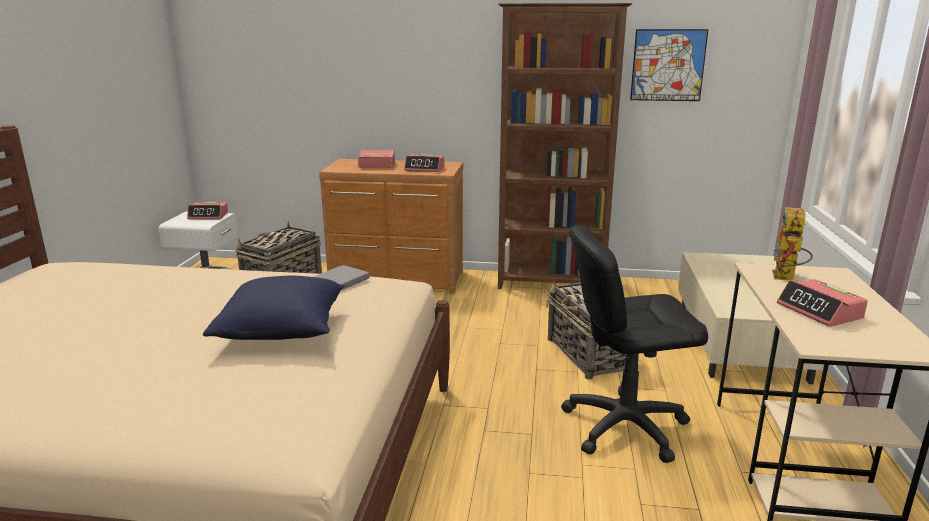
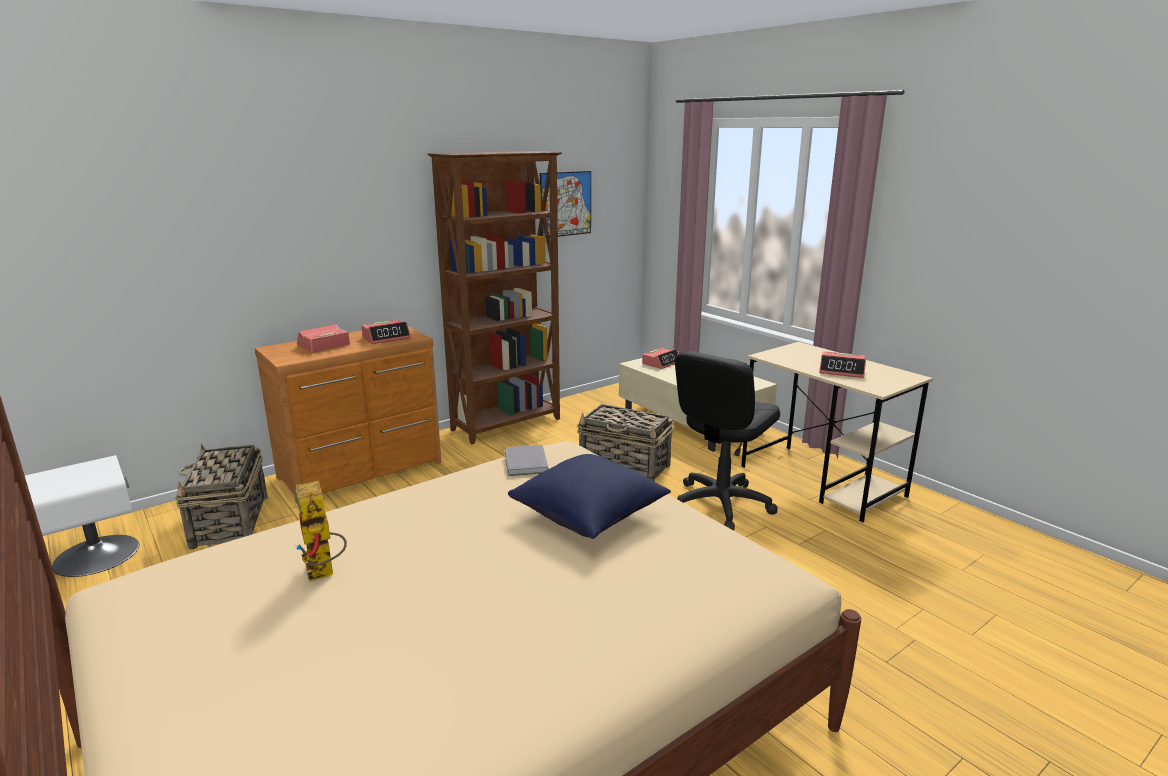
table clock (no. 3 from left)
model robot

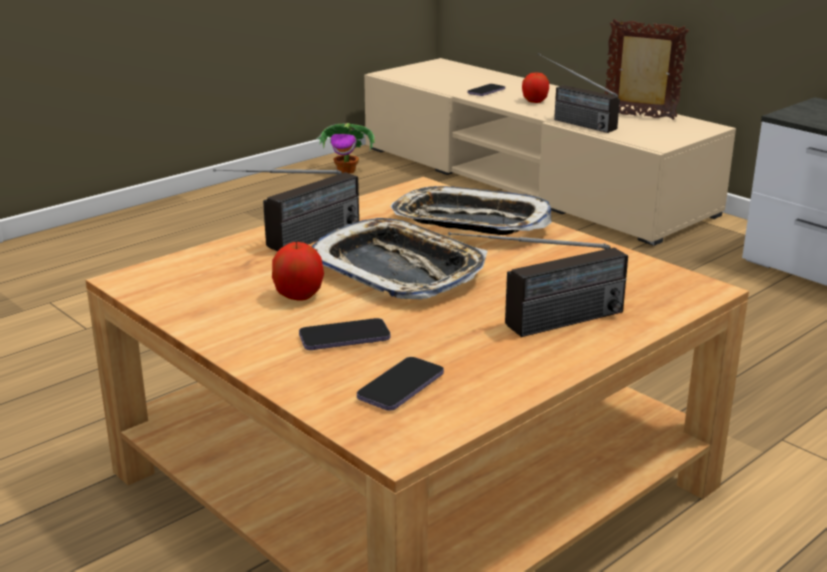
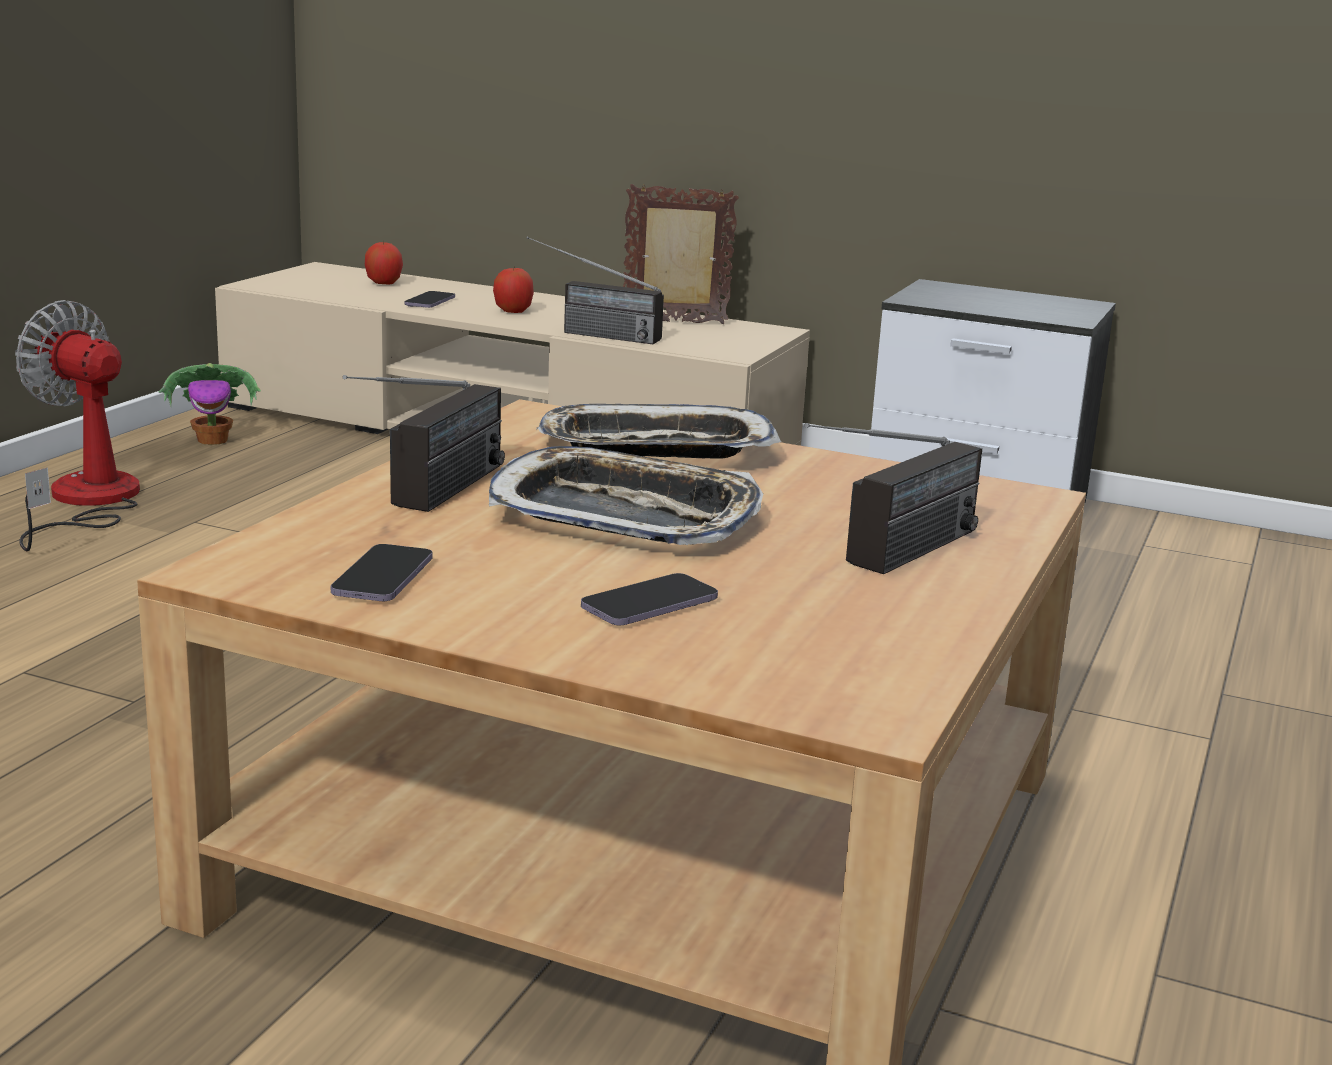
whole apple (no. 1 from left)
telephone (no. 1 from left)
electric fan

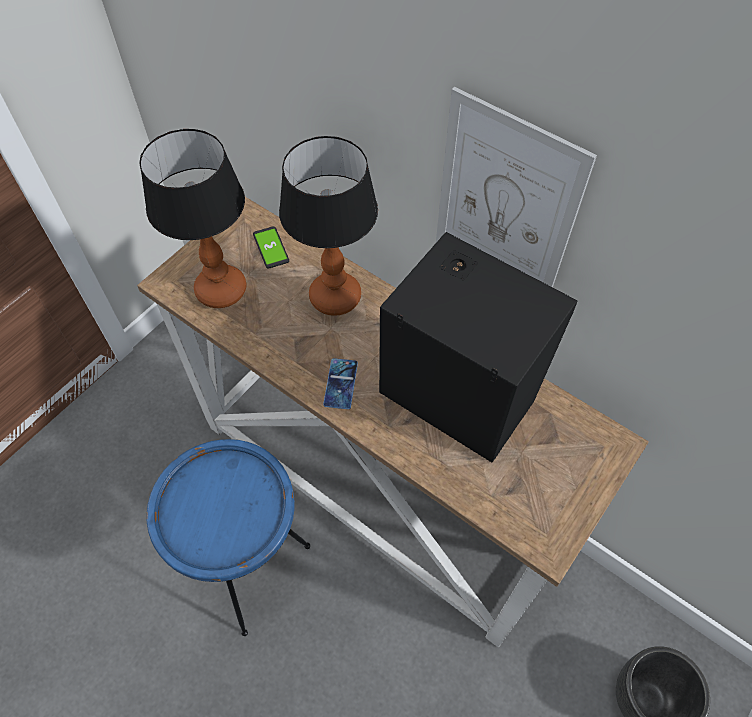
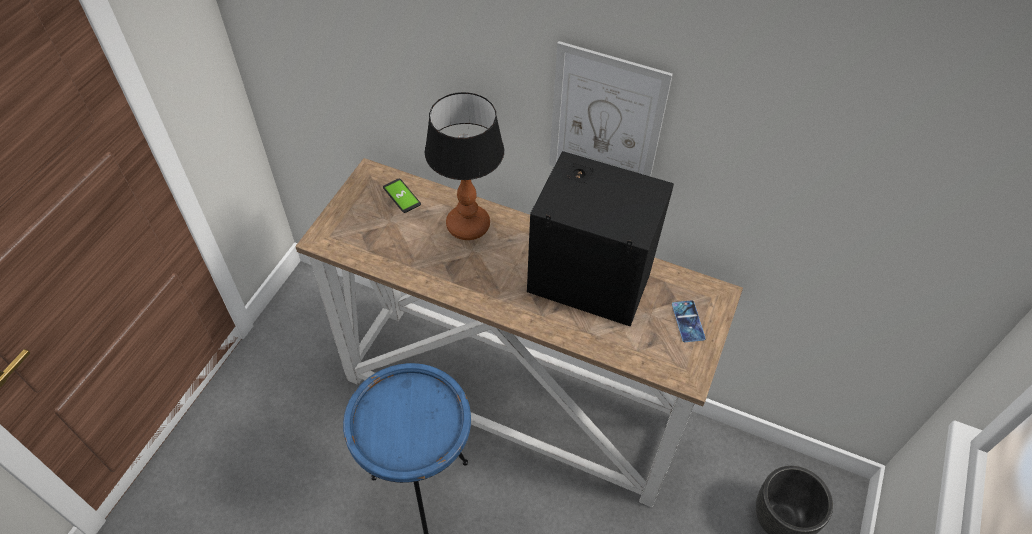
lamp for a table (no. 1 from left in the first image)
telephone (no. 2 from left)

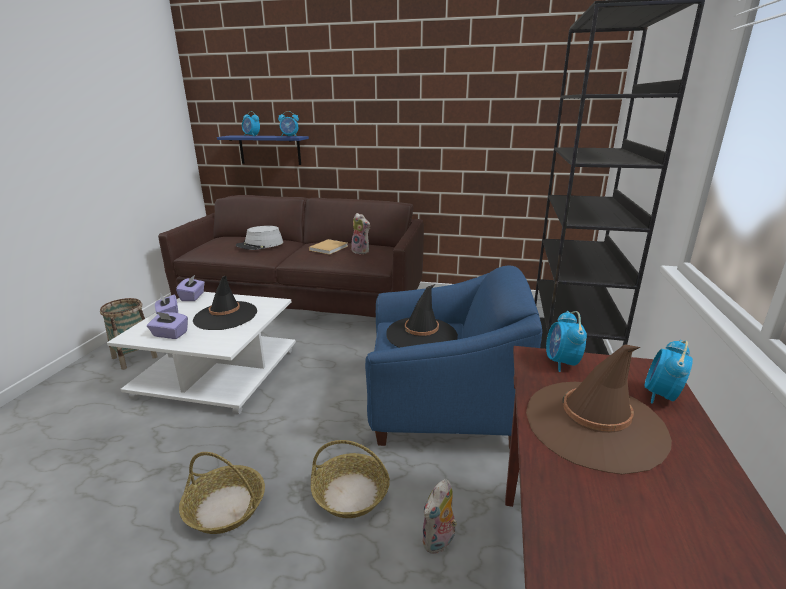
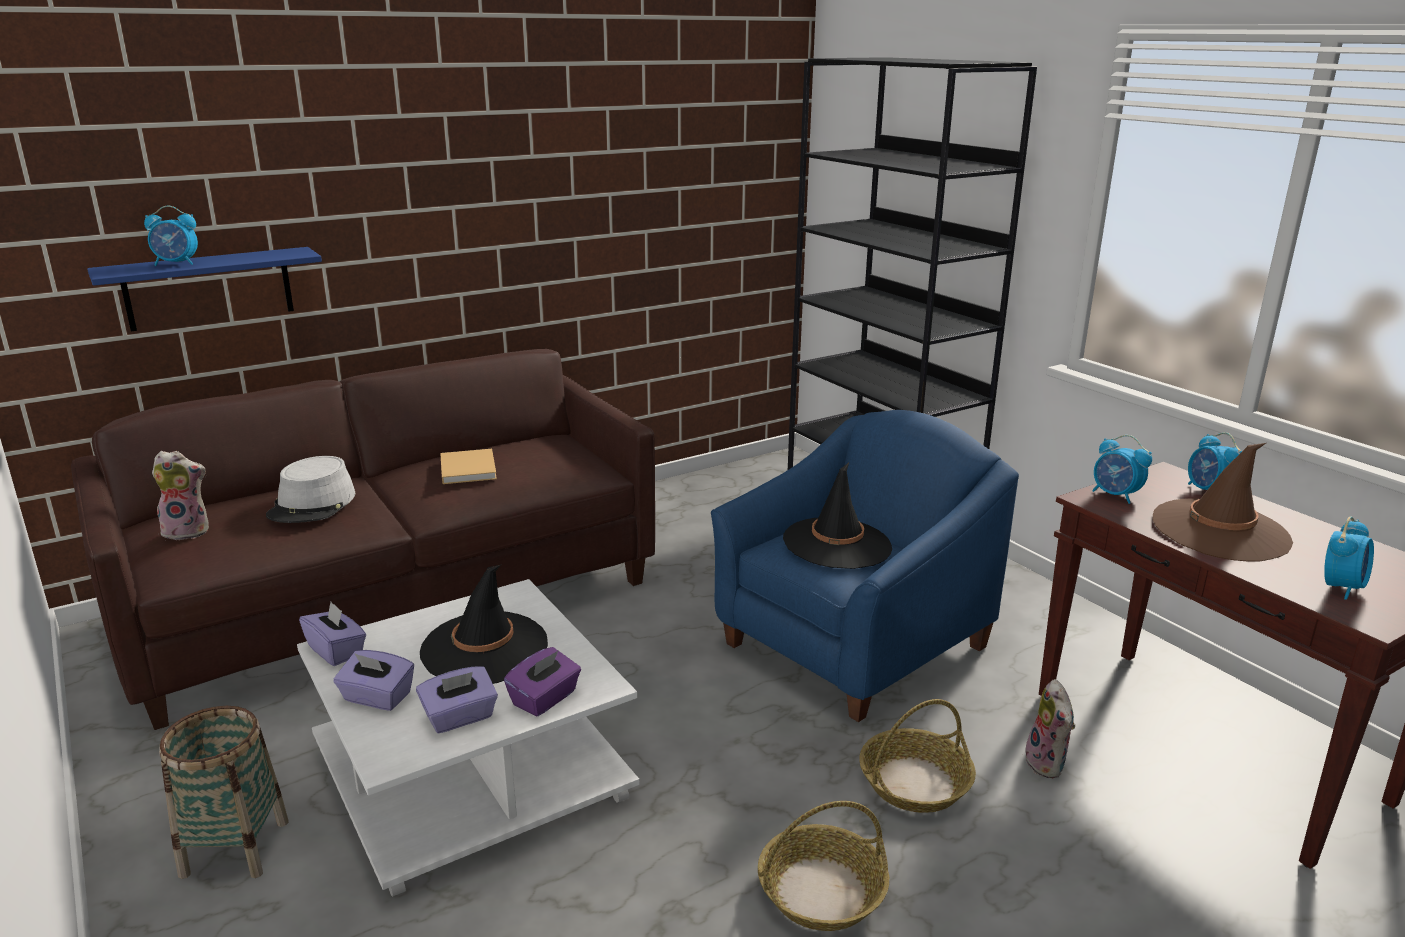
table clock (no. 4 from left)
cuddly toy (no. 1 from left)
purple-coloured tissue box (no. 4 from left)

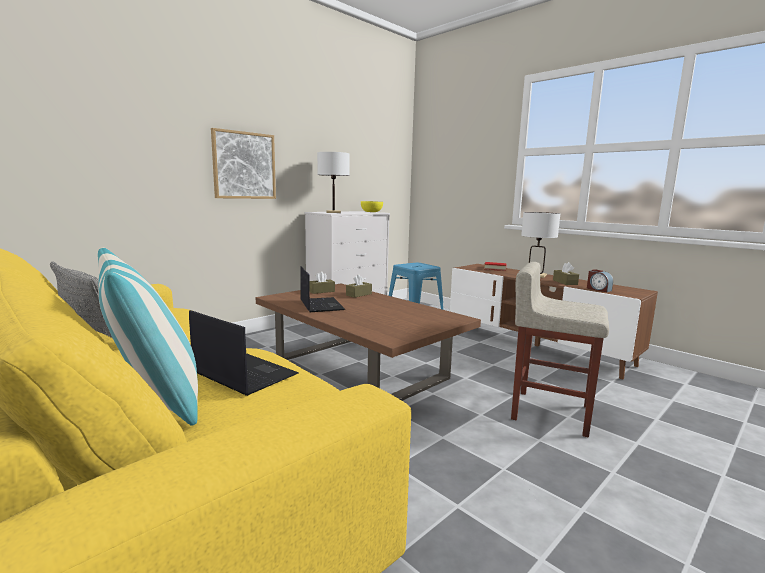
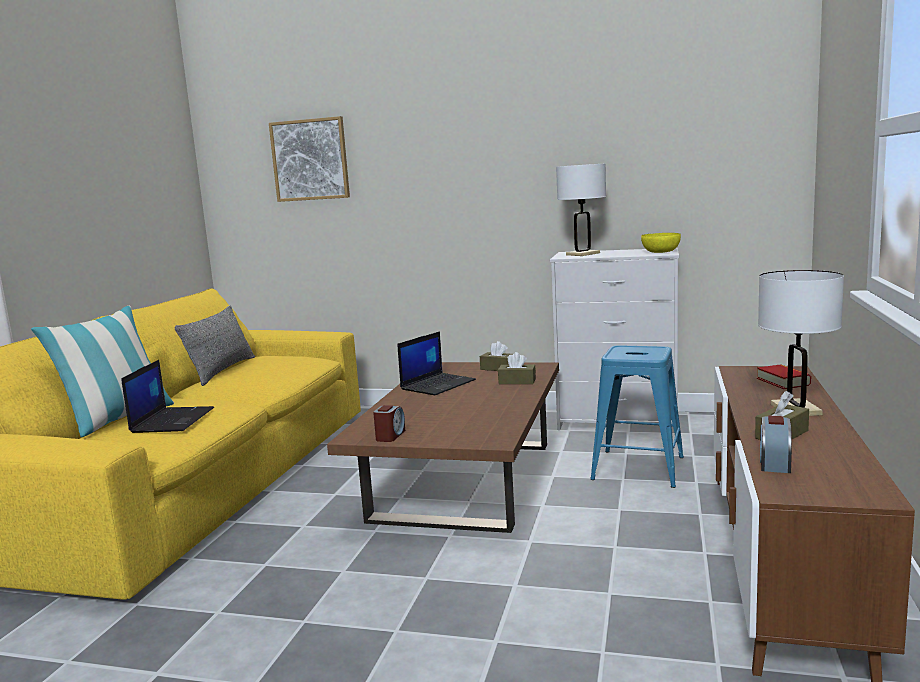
picture
beige stool seat
table clock (no. 1 from left)

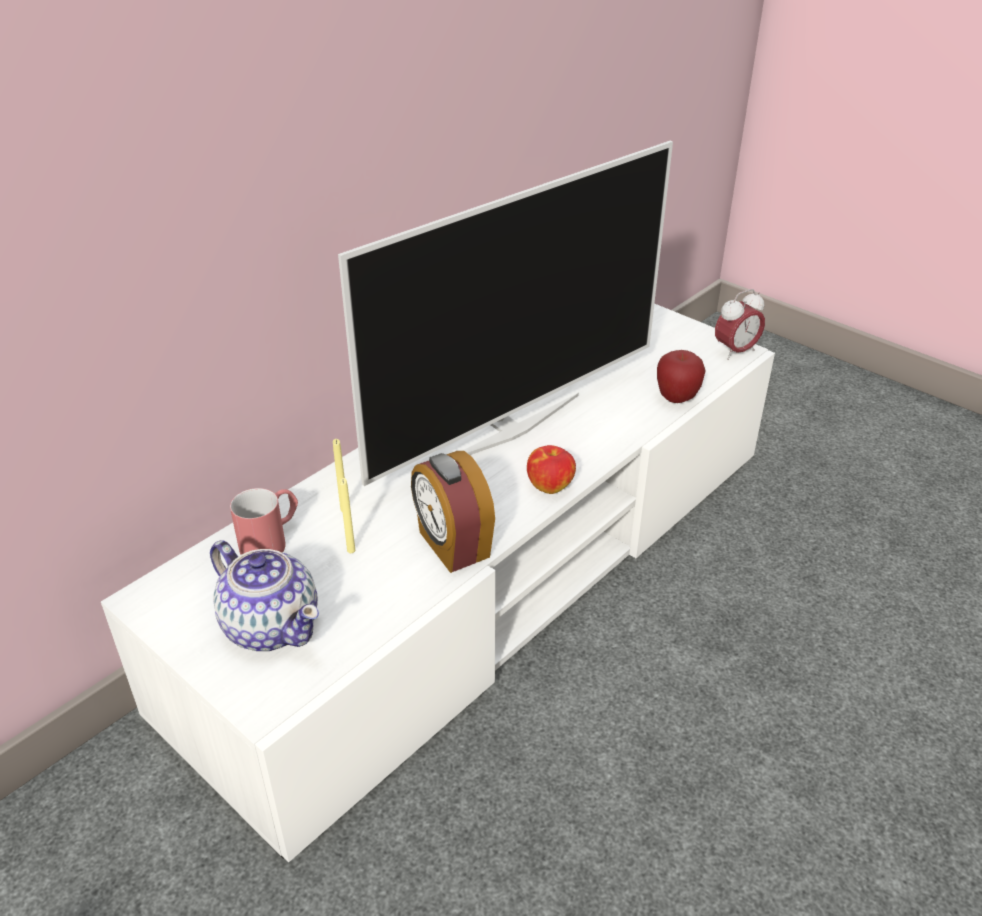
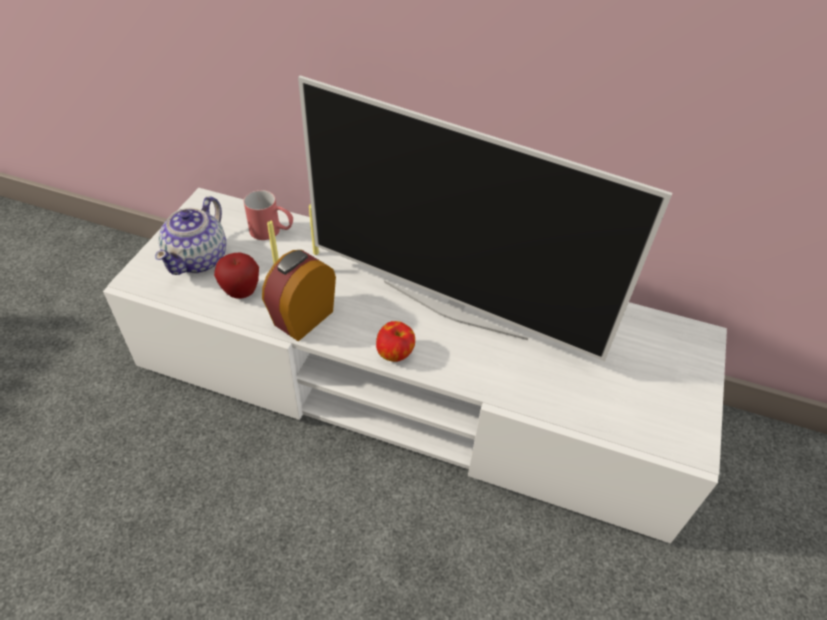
whole apple (no. 1 from left)
table clock (no. 2 from left in the first image)

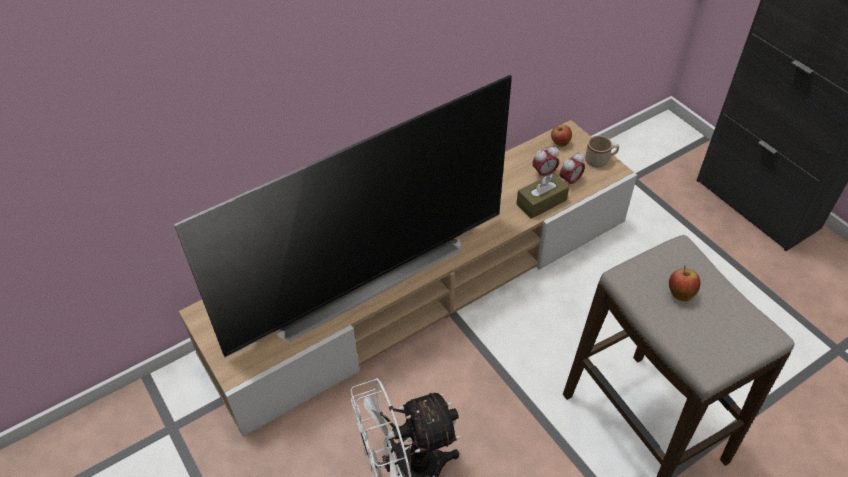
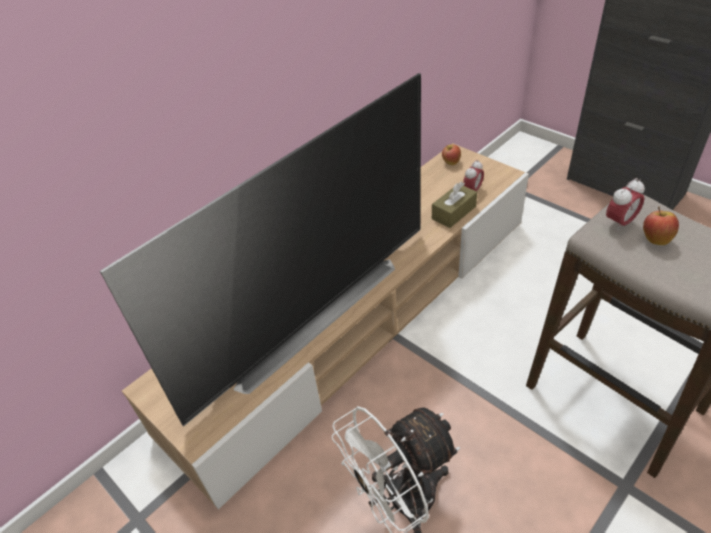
table clock (no. 2 from left)
beige tea mug

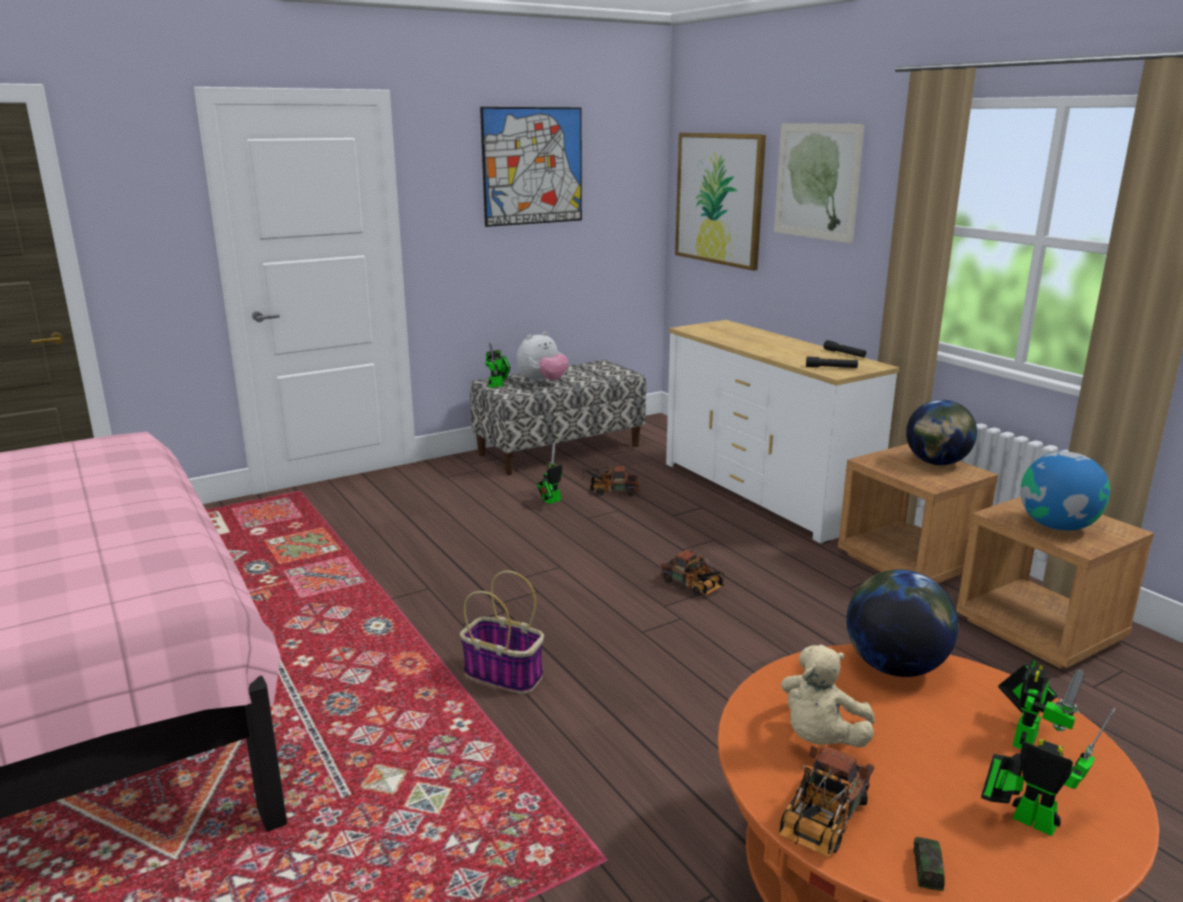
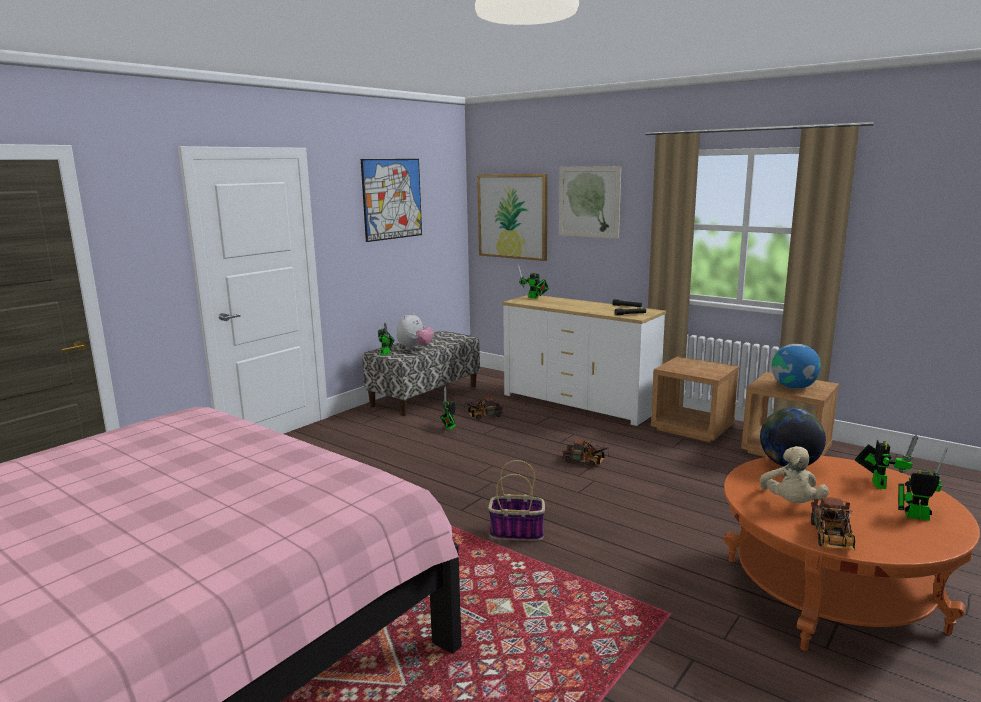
desk globe (no. 2 from left in the first image)
miniature car
model robot (no. 3 from left)

